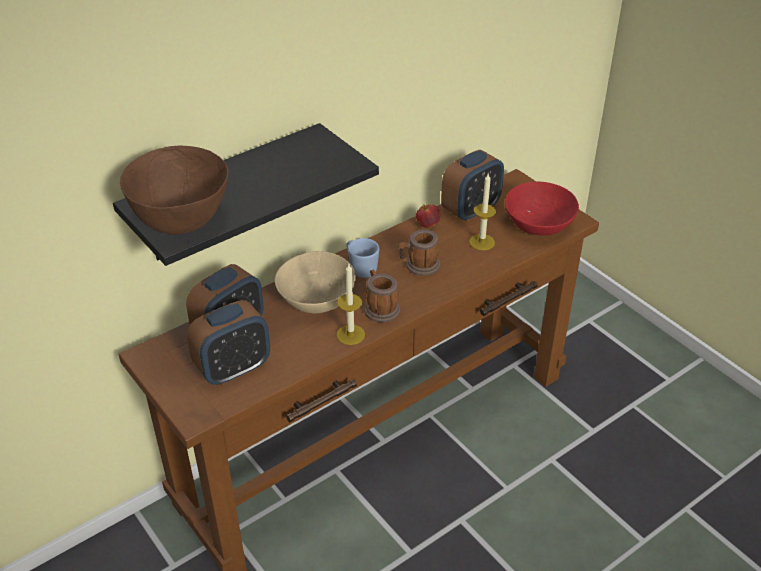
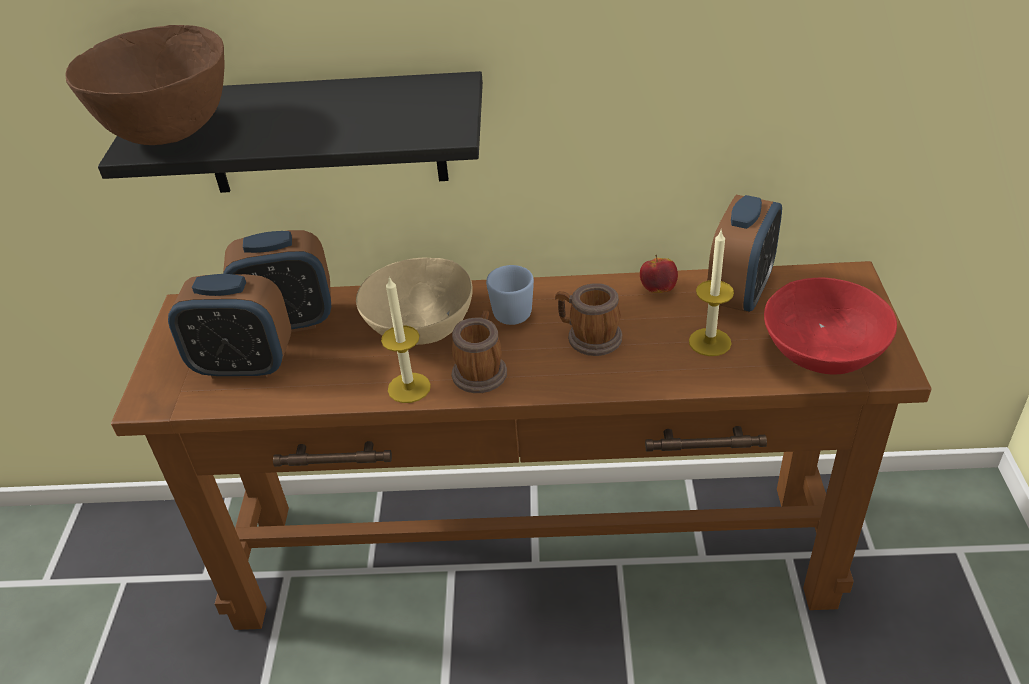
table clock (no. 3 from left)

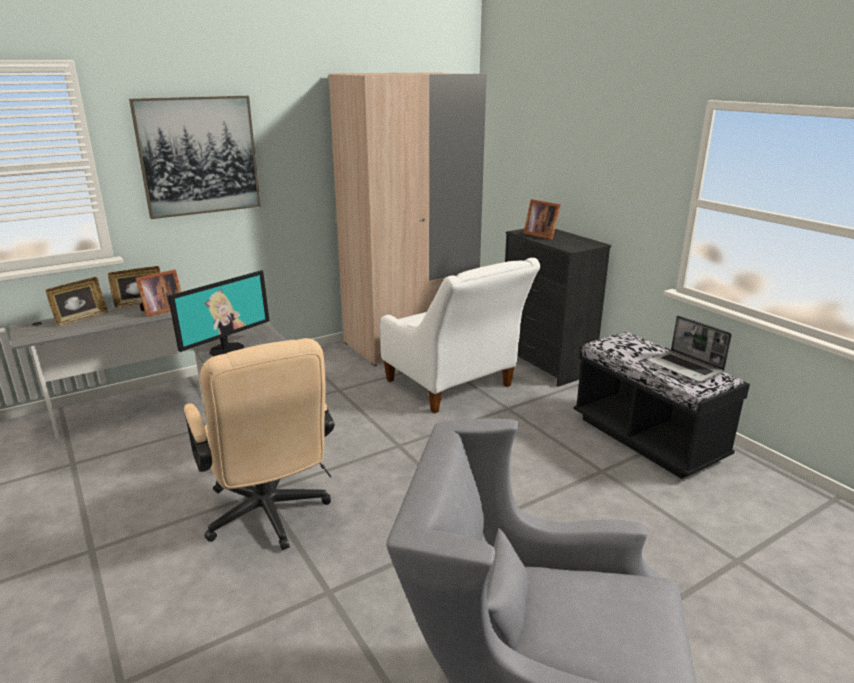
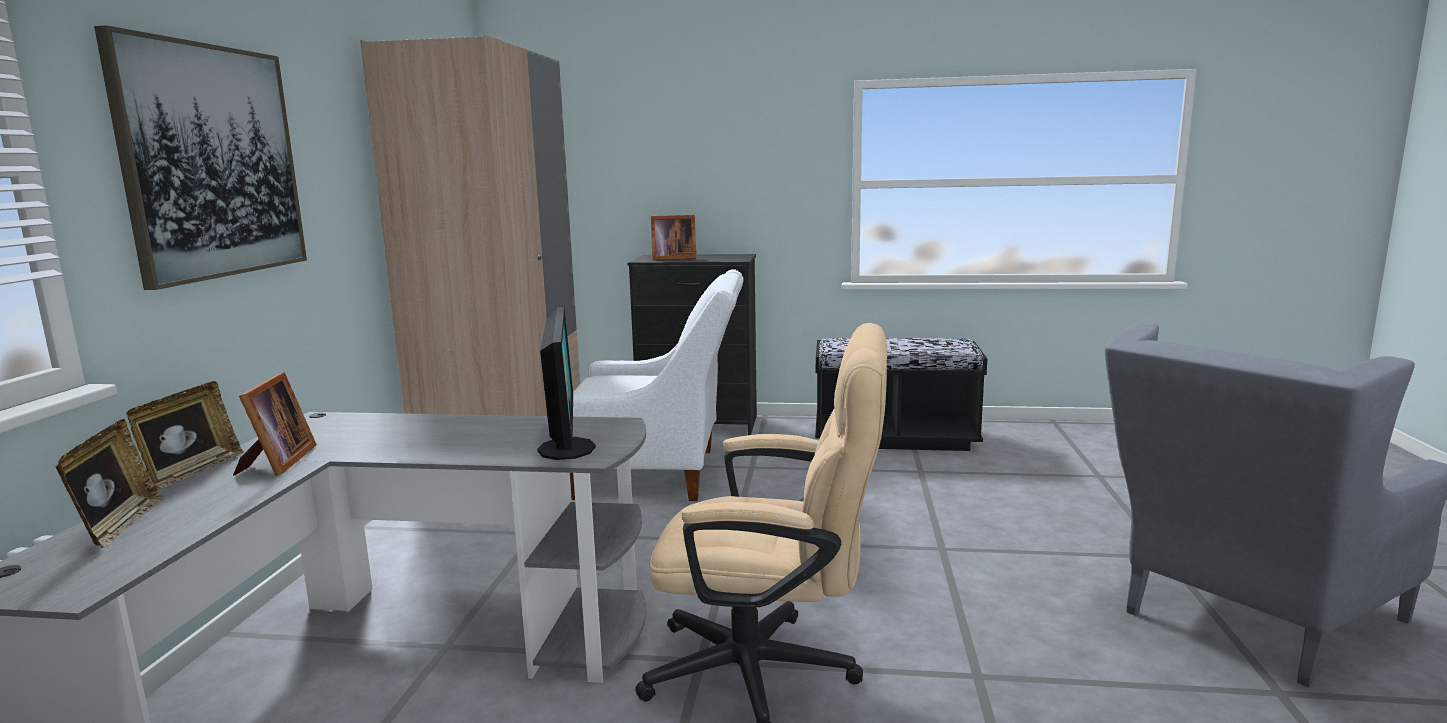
notebook computer

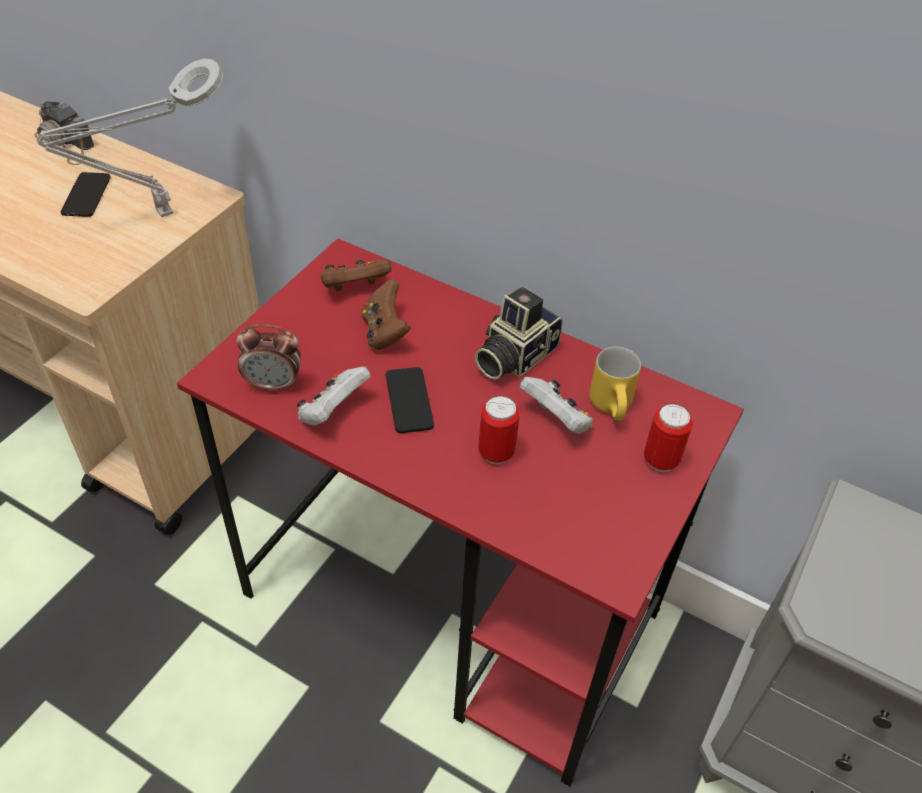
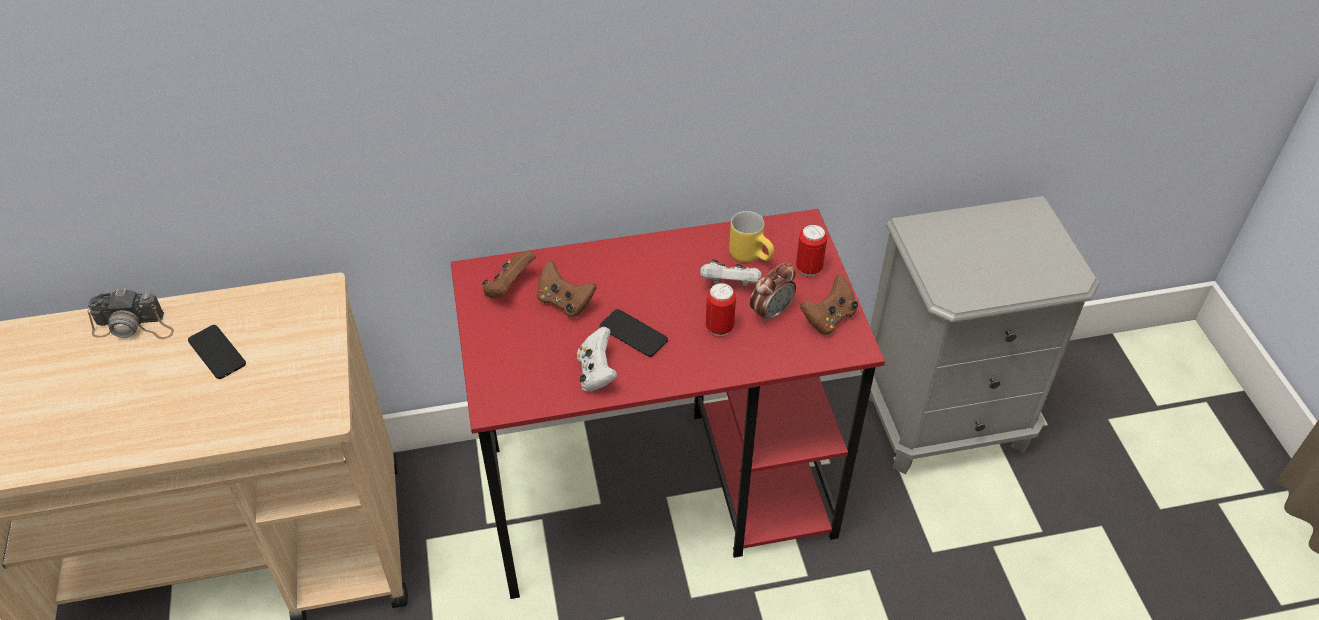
grey lamp for a table
table clock
still camera (no. 2 from left in the first image)
brownish gamepad (no. 3 from left)

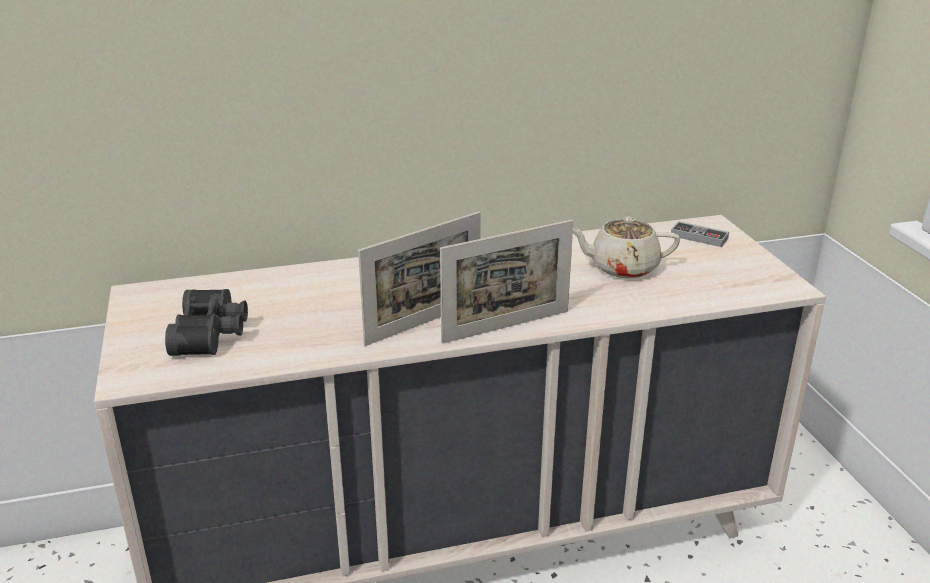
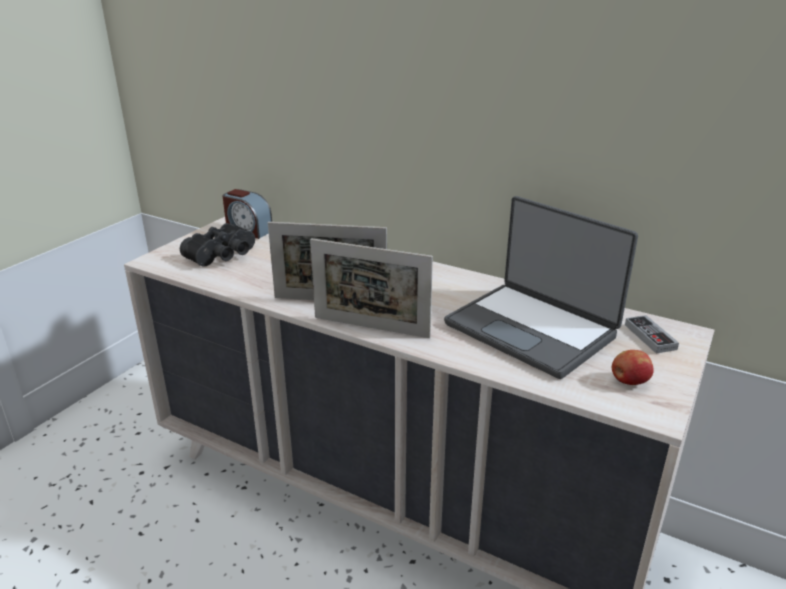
notebook computer
table clock
whole apple

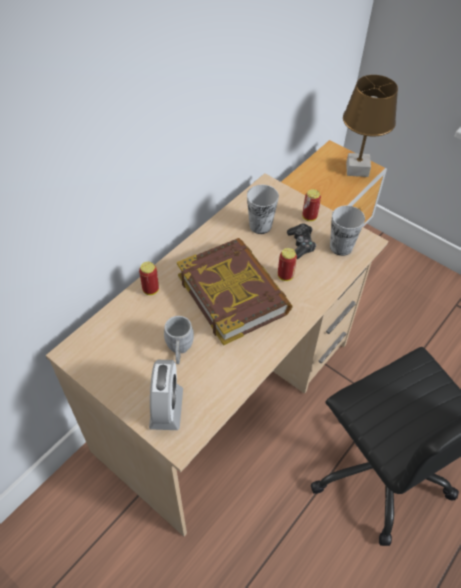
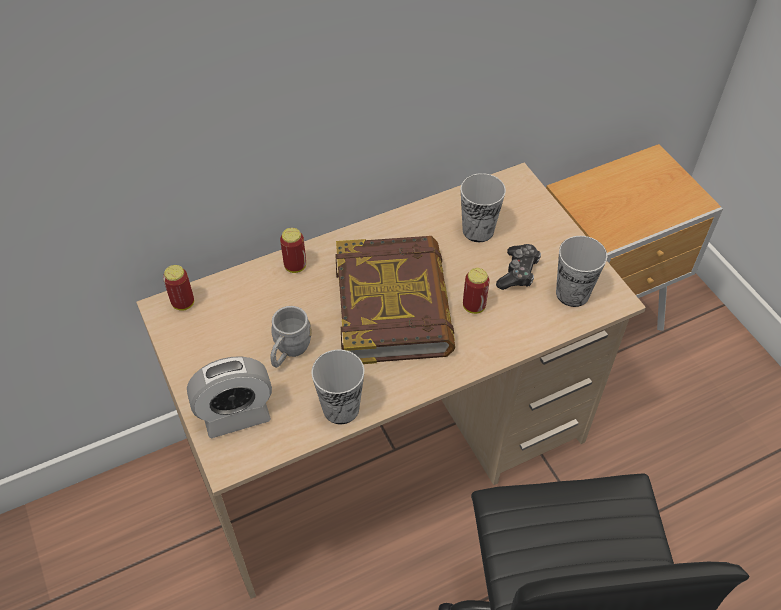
table clock
sealed can (no. 1 from left)
brownish lamp for a table
drinking cup (no. 1 from left)

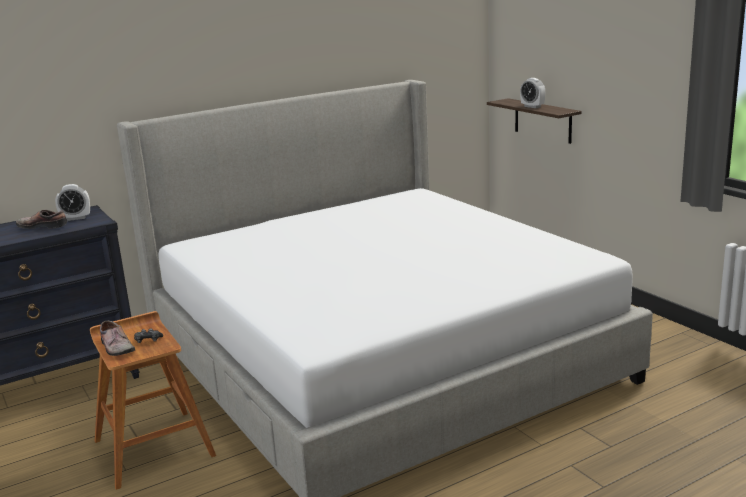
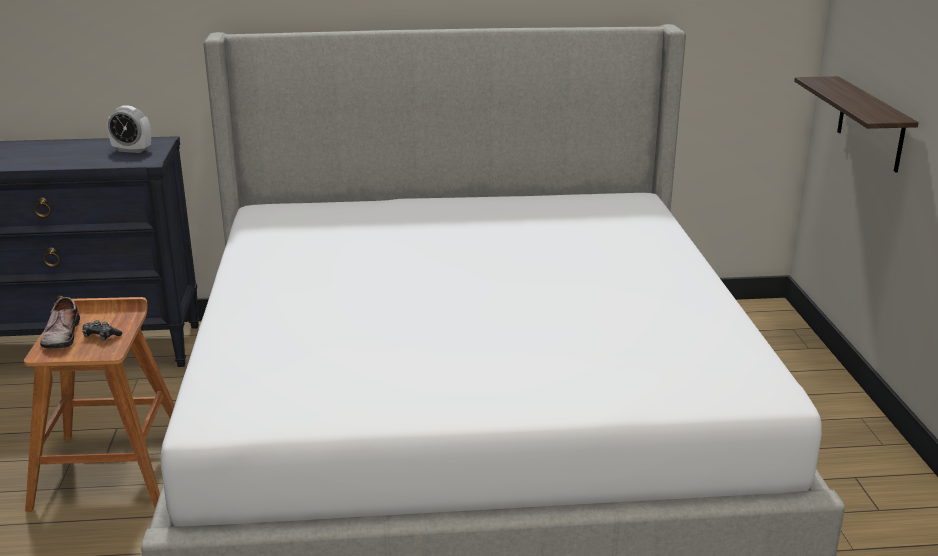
low shoe (no. 1 from left in the first image)
table clock (no. 2 from left in the first image)

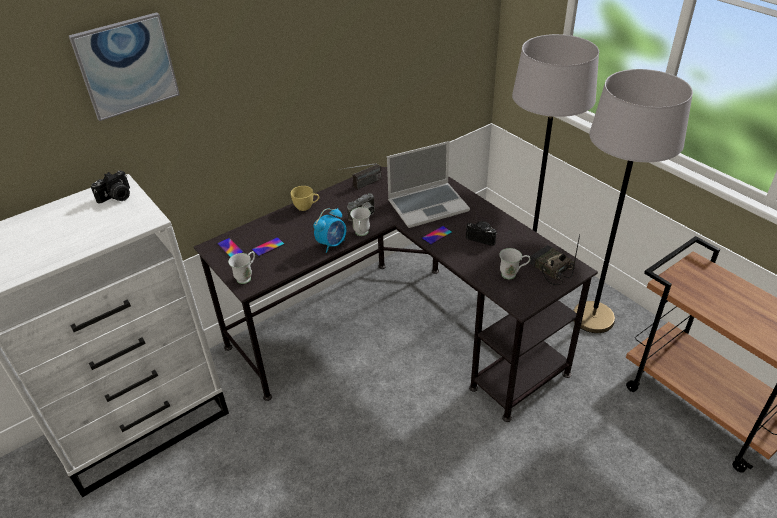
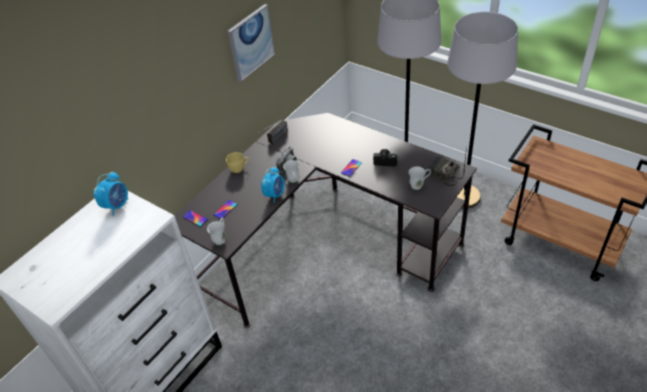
picture
table clock (no. 1 from left)
notebook computer

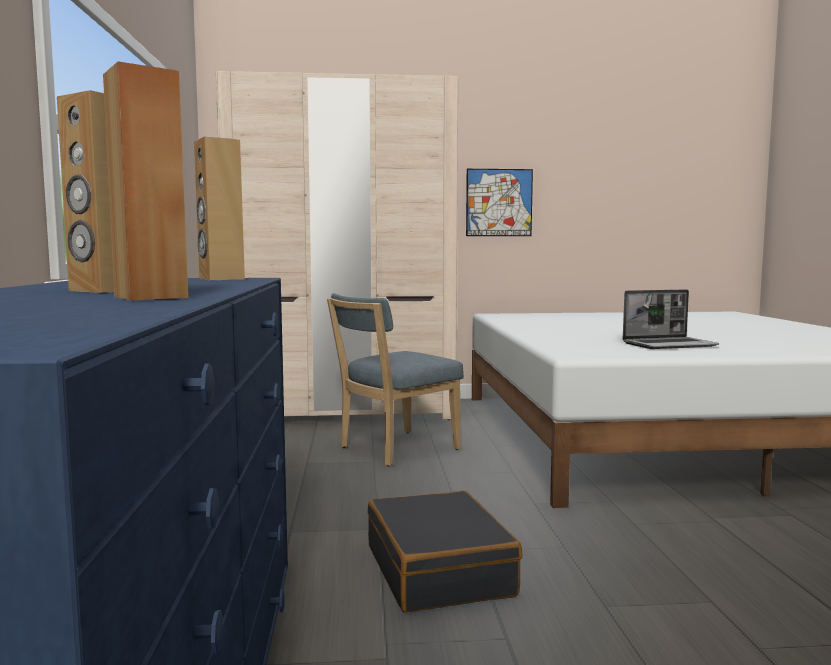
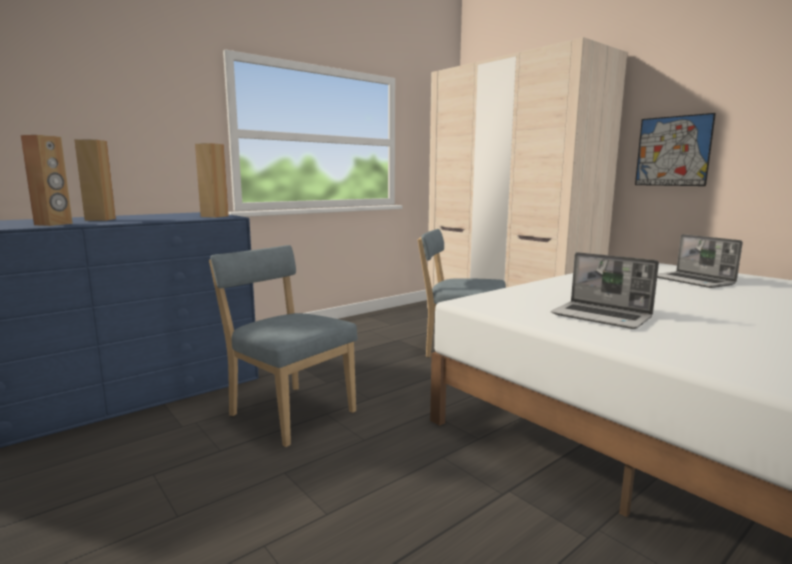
bluish chair (no. 1 from left)
notebook computer (no. 2 from left)

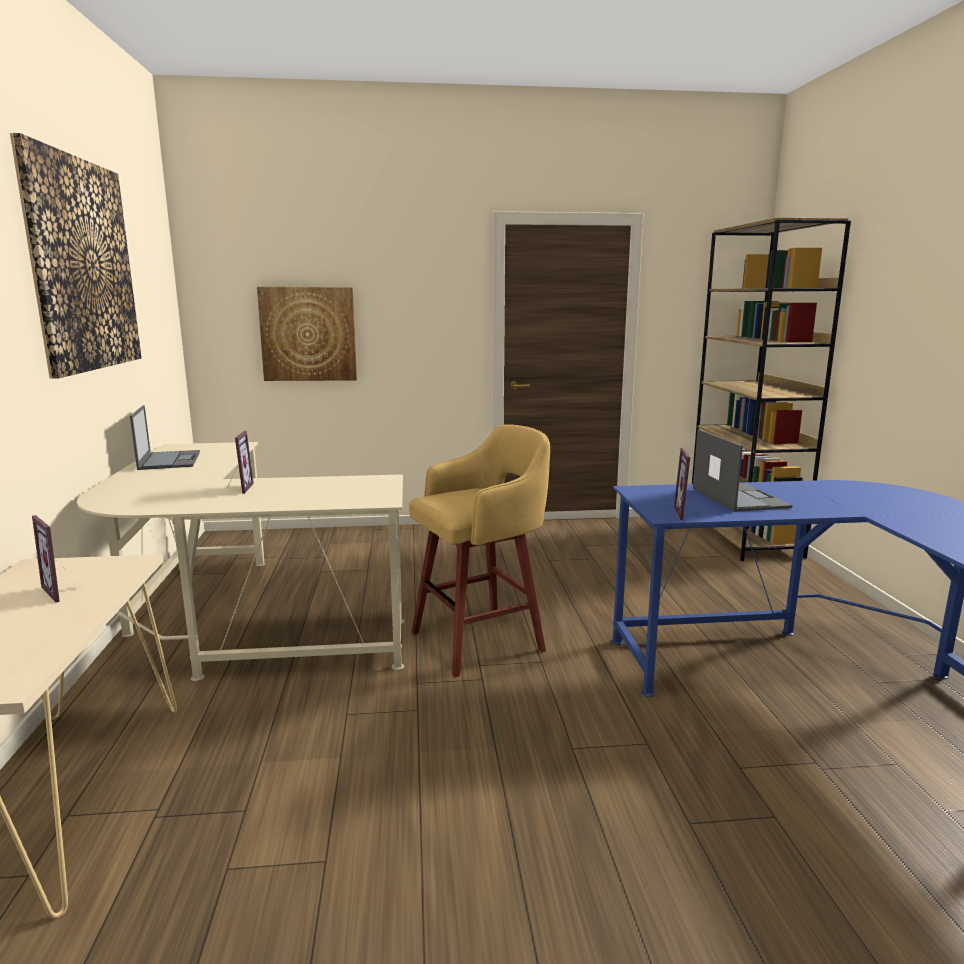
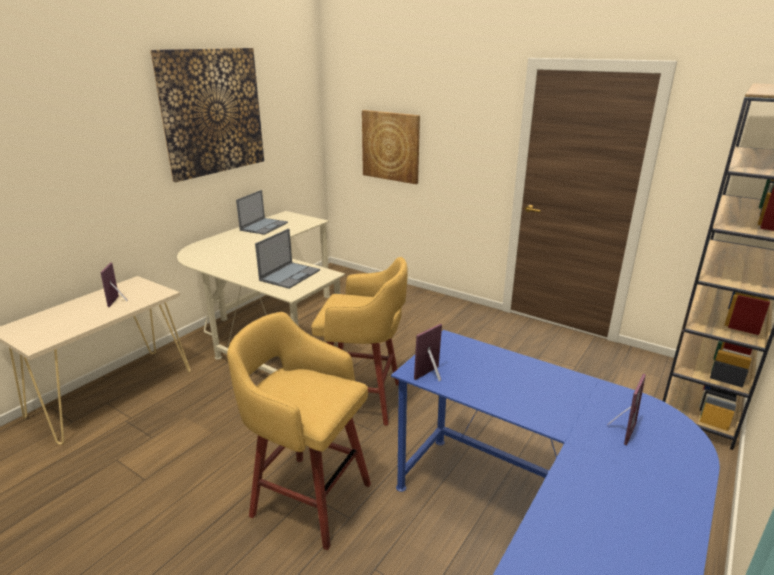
picture frame (no. 3 from left)
notebook computer (no. 2 from left)
yellowish stool seat (no. 1 from left)

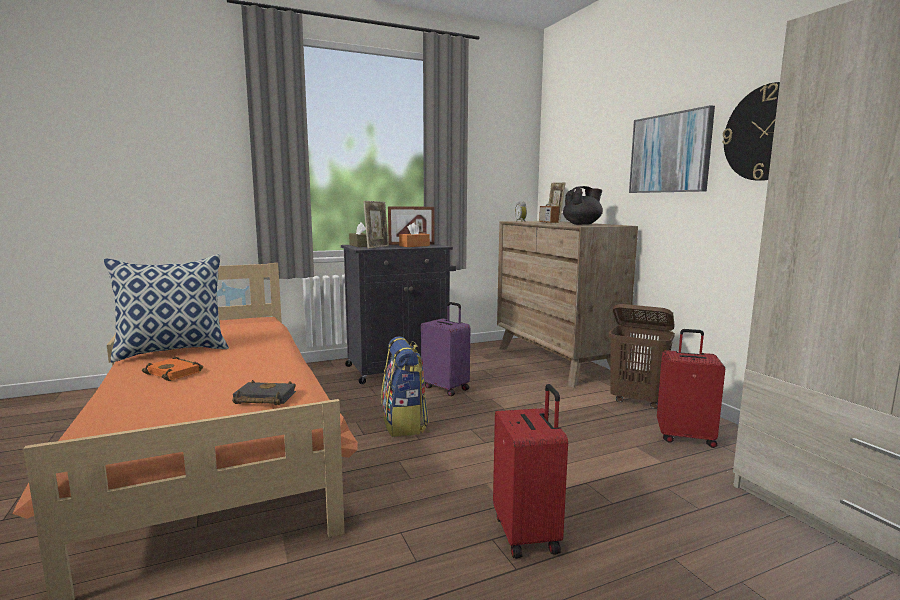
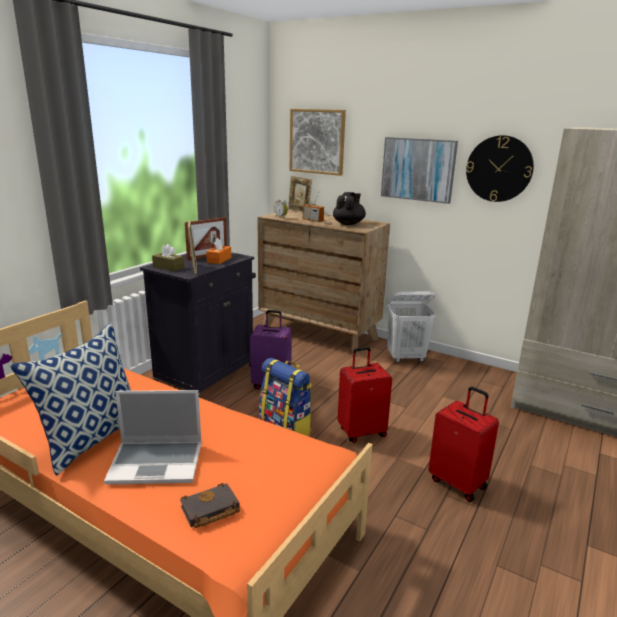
notebook computer
black-coloured bound book
white washing basket
reddish suitcase (no. 1 from left)
picture (no. 1 from left)

